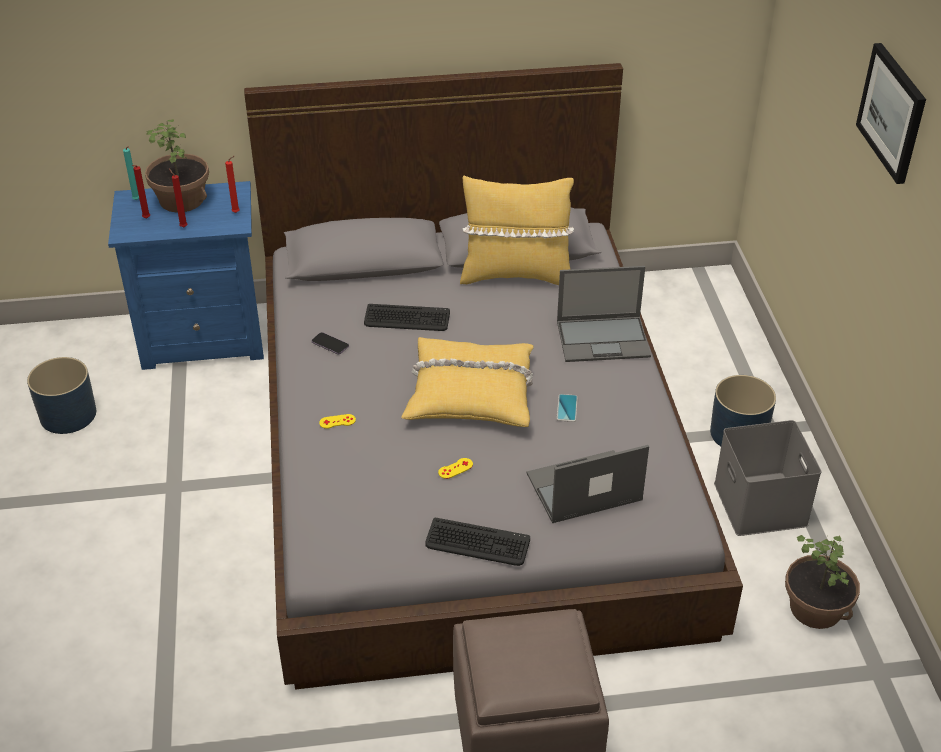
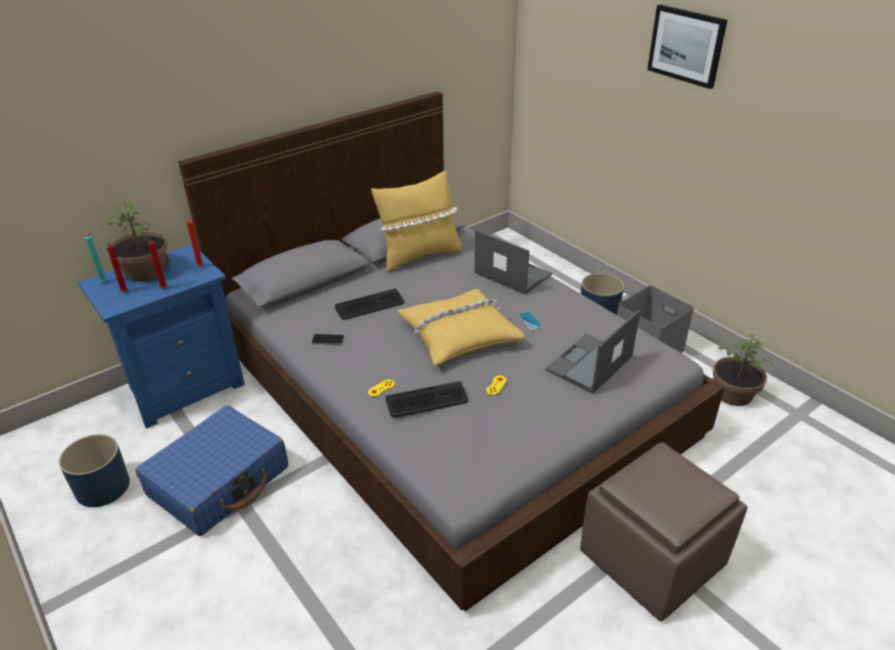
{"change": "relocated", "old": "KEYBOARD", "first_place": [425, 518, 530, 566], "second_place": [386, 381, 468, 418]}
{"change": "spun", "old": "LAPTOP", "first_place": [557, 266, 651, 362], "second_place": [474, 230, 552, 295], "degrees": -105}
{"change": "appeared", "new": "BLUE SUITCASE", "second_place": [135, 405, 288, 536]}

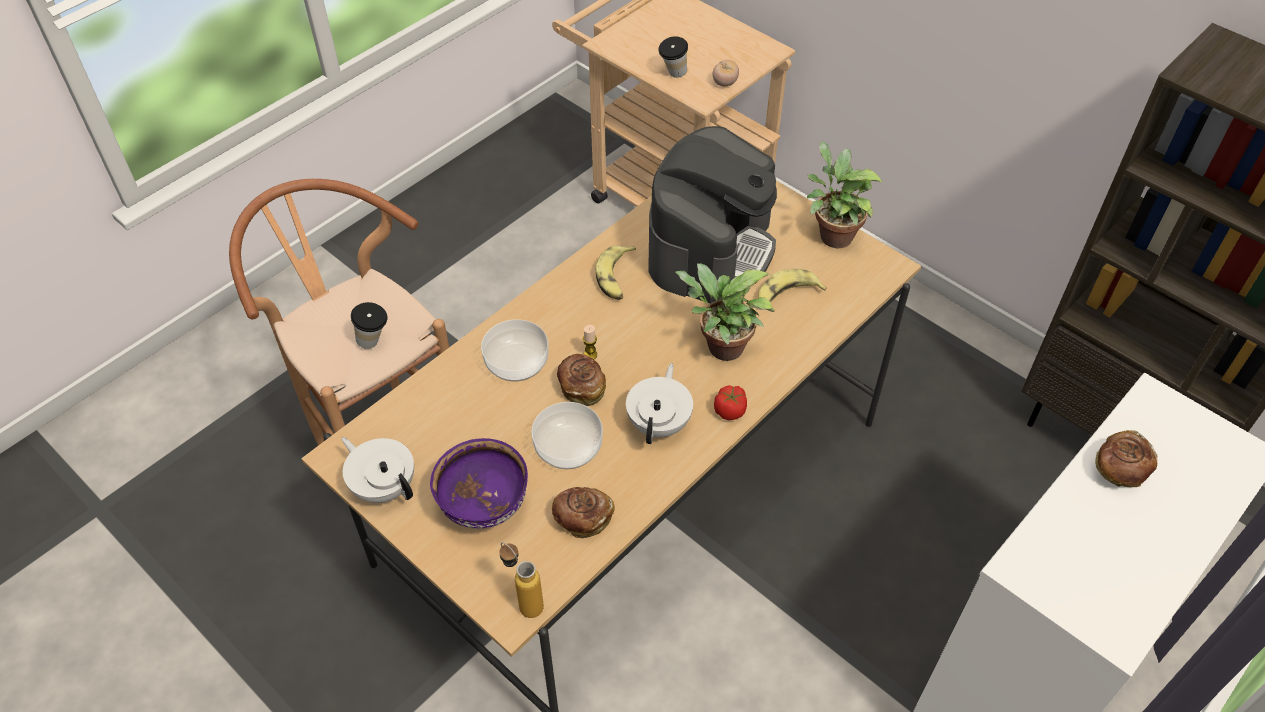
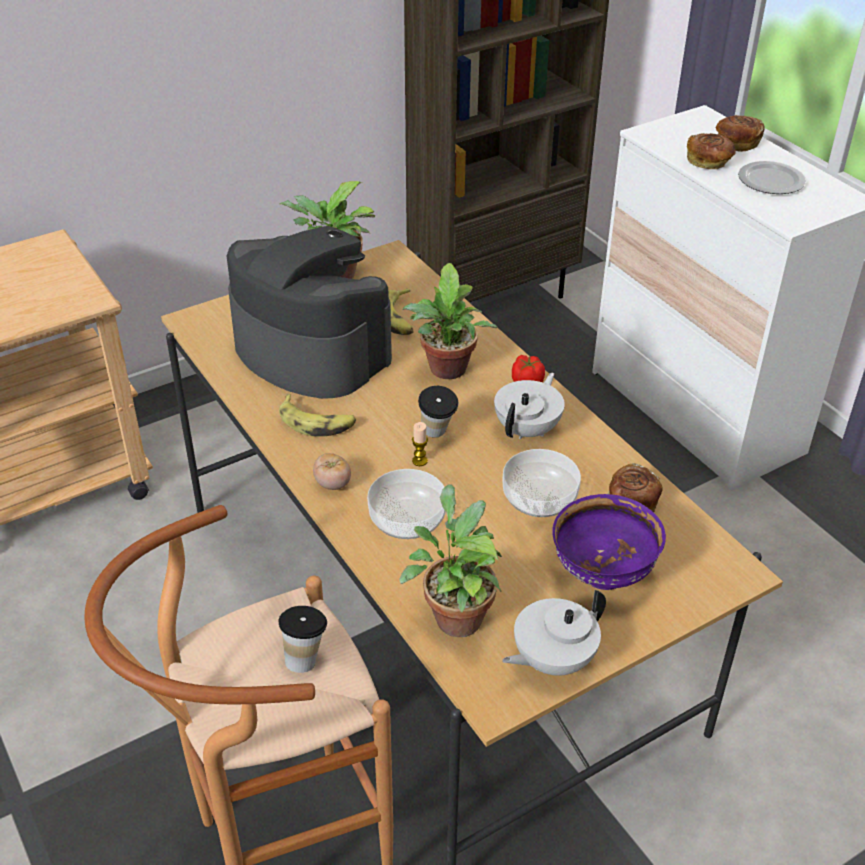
{"change": "missing", "old": "BOTTLE", "first_place": [499, 542, 544, 618]}
{"change": "relocated", "old": "BREAD", "first_place": [557, 354, 606, 406], "second_place": [715, 115, 765, 152]}
{"change": "spun", "old": "WHITE TEAPOT", "first_place": [626, 363, 693, 444], "second_place": [494, 373, 565, 439], "degrees": 90}
{"change": "relocated", "old": "CUP", "first_place": [658, 36, 688, 78], "second_place": [418, 386, 459, 438]}
{"change": "relocated", "old": "TOMATO", "first_place": [712, 60, 739, 86], "second_place": [313, 453, 351, 490]}
{"change": "appeared", "new": "POTTED PLANT", "second_place": [399, 484, 502, 637]}
{"change": "appeared", "new": "PLATE", "second_place": [738, 161, 806, 194]}

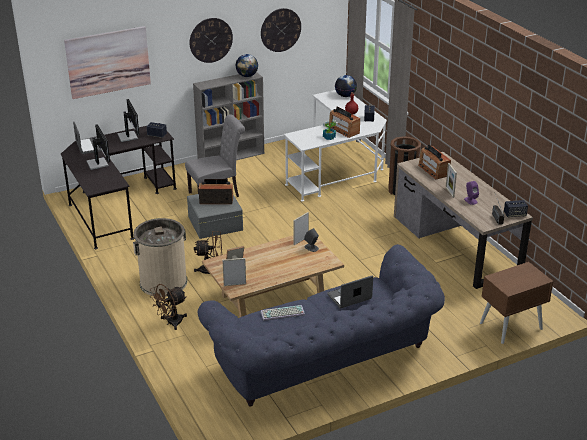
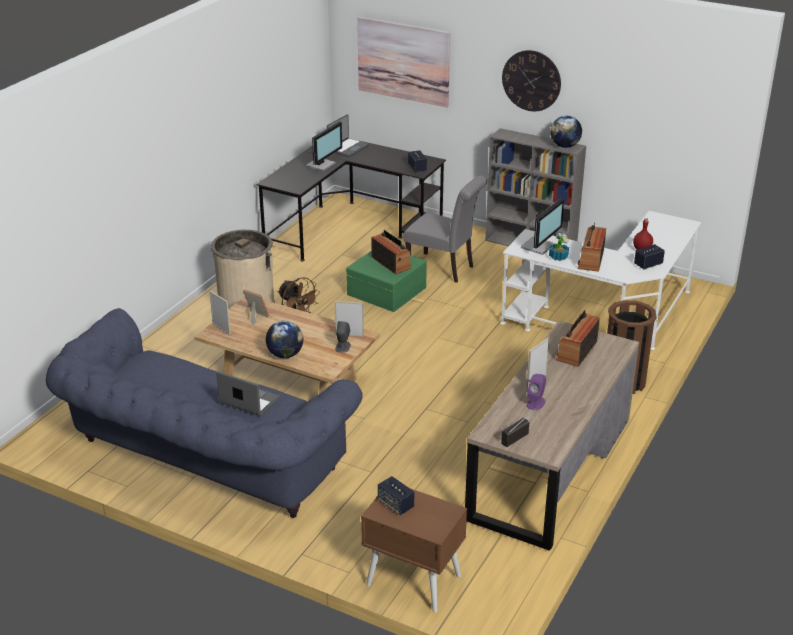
{"change": "relocated", "old": "MONITOR", "first_place": [117, 99, 139, 142], "second_place": [521, 198, 564, 255]}
{"change": "missing", "old": "BROWN FAN", "first_place": [150, 284, 187, 330]}
{"change": "colour", "old": "GREY STORAGE BOX", "new": "GREEN STORAGE BOX", "first_place": [187, 194, 243, 239], "second_place": [346, 251, 427, 312]}
{"change": "missing", "old": "WALL CLOCK", "first_place": [261, 8, 301, 52]}
{"change": "missing", "old": "KEYBOARD", "first_place": [261, 305, 305, 321]}
{"change": "relocated", "old": "GLOBE", "first_place": [335, 75, 357, 97], "second_place": [265, 321, 303, 358]}
{"change": "relocated", "old": "SPEAKER", "first_place": [504, 200, 528, 218], "second_place": [378, 476, 414, 515]}

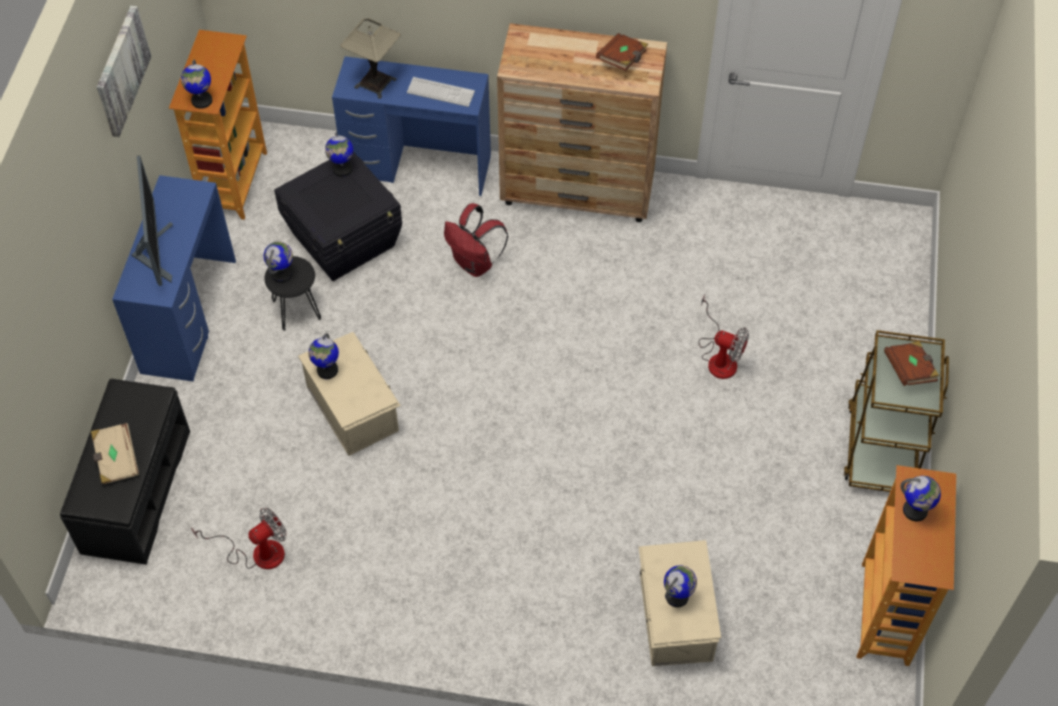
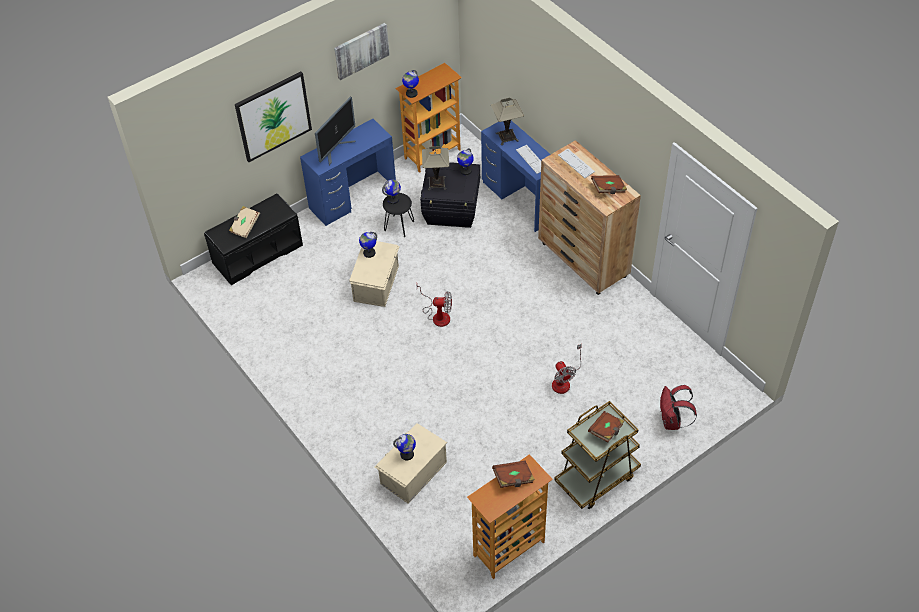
{"change": "relocated", "old": "FAN", "first_place": [191, 508, 287, 569], "second_place": [417, 286, 452, 327]}
{"change": "relocated", "old": "RED BACKPACK", "first_place": [444, 203, 508, 277], "second_place": [660, 385, 697, 430]}
{"change": "exchanged", "old": "GLOBE", "new": "BROWN BOOK", "first_place": [901, 476, 941, 521], "second_place": [492, 461, 535, 488]}
{"change": "appeared", "new": "PICTURE", "second_place": [235, 72, 312, 162]}
{"change": "appeared", "new": "TABLE LAMP", "second_place": [422, 146, 449, 191]}
{"change": "appeared", "new": "KEYBOARD", "second_place": [558, 149, 595, 178]}

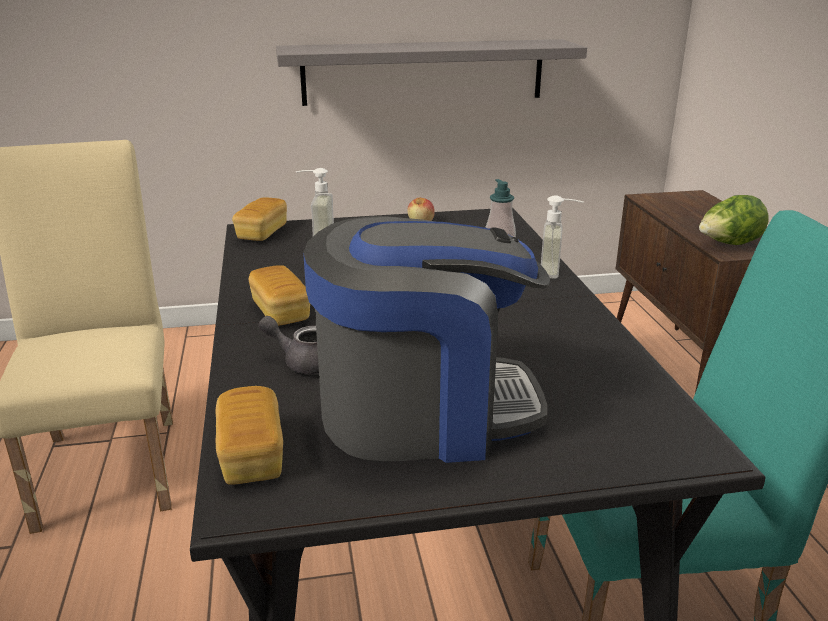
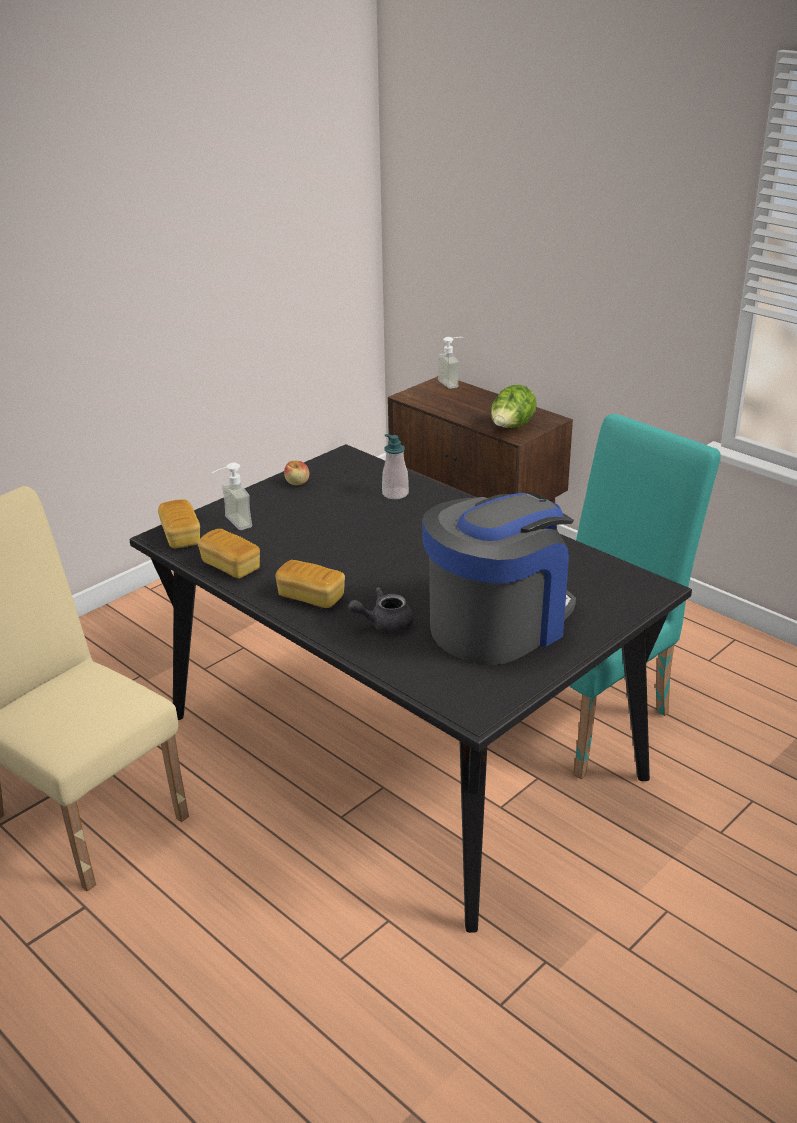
{"change": "relocated", "old": "BREAD", "first_place": [215, 386, 283, 485], "second_place": [198, 529, 260, 579]}
{"change": "missing", "old": "GREY SHELF", "first_place": [276, 39, 587, 106]}
{"change": "relocated", "old": "SOAP DISPENSER", "first_place": [541, 195, 584, 279], "second_place": [438, 337, 464, 389]}

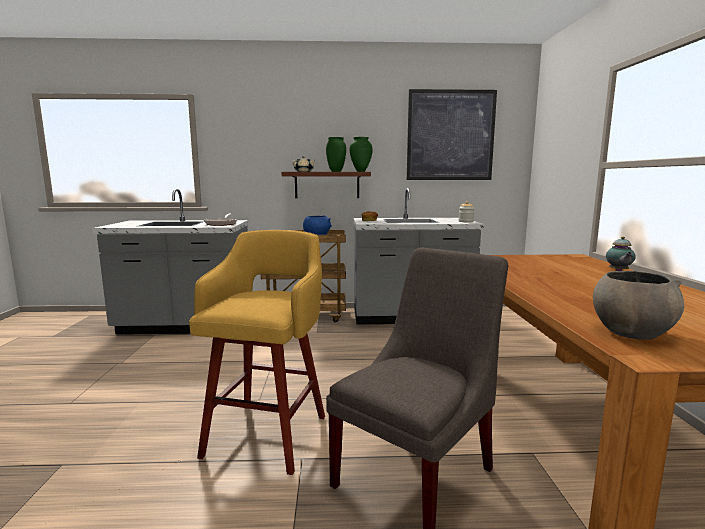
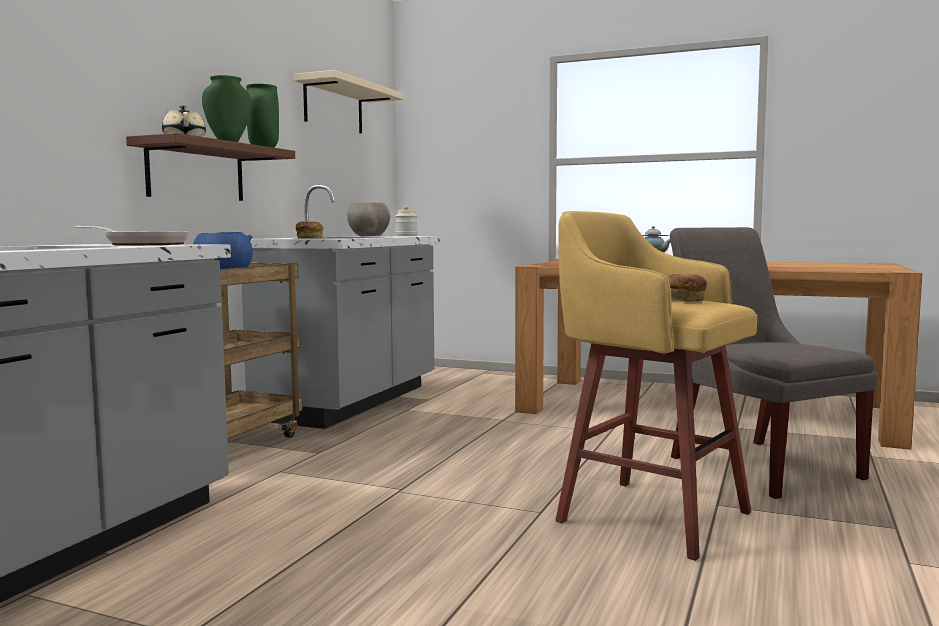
{"change": "exchanged", "old": "PICTURE", "new": "BEIGE SHELF", "first_place": [407, 89, 497, 180], "second_place": [293, 70, 404, 133]}
{"change": "relocated", "old": "GREY BOWL", "first_place": [593, 270, 684, 340], "second_place": [347, 202, 390, 236]}
{"change": "appeared", "new": "BREAD", "second_place": [667, 274, 707, 301]}

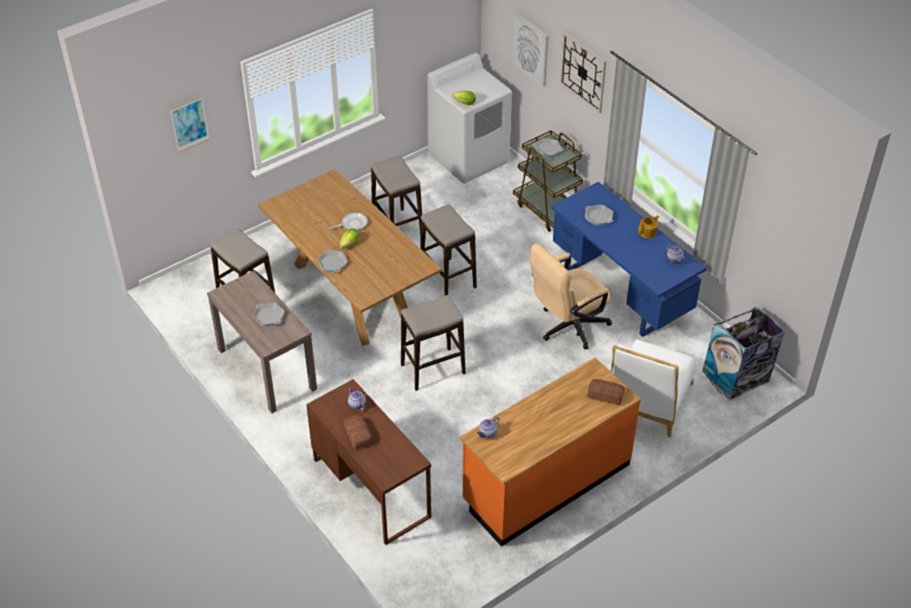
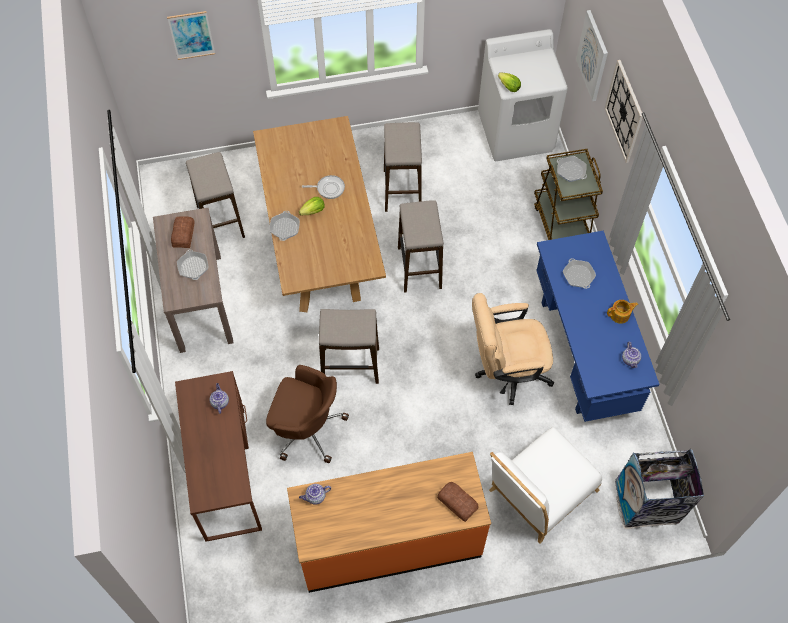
{"change": "relocated", "old": "BREAD", "first_place": [344, 415, 373, 449], "second_place": [171, 216, 194, 248]}
{"change": "appeared", "new": "BROWN OFFICE CHAIR", "second_place": [266, 365, 349, 463]}

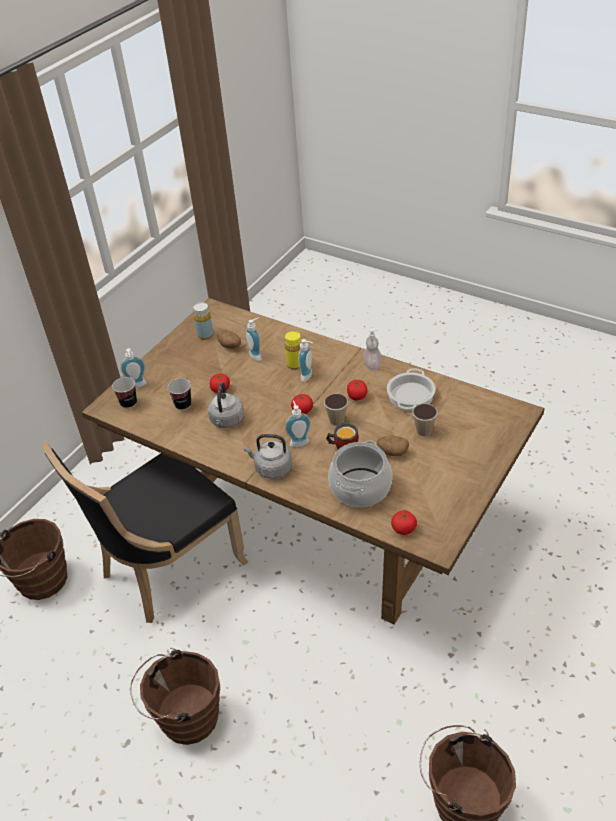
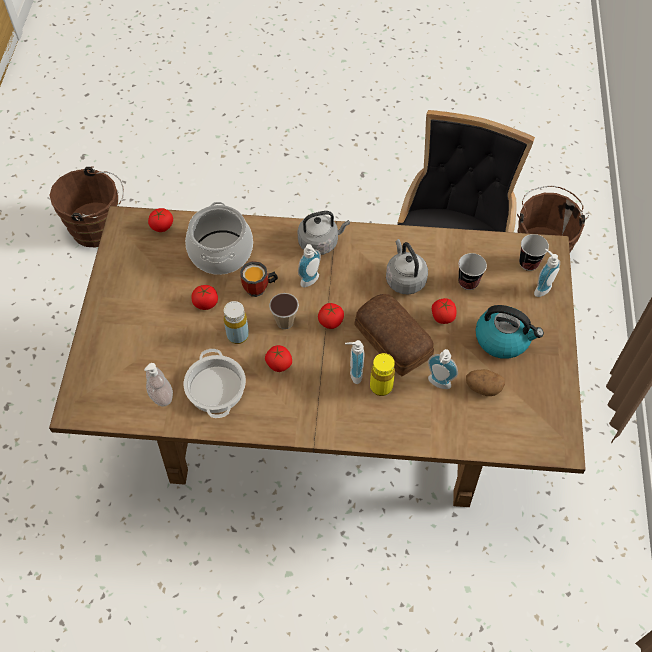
{"change": "missing", "old": "BROWN BUCKET", "first_place": [130, 648, 220, 745]}
{"change": "relocated", "old": "YELLOW BOTTLE", "first_place": [193, 302, 214, 340], "second_place": [224, 301, 249, 344]}
{"change": "relocated", "old": "SOAP DISPENSER", "first_place": [363, 328, 382, 370], "second_place": [144, 363, 173, 407]}
{"change": "exchanged", "old": "POTATO", "new": "TOMATO", "first_place": [377, 435, 409, 456], "second_place": [192, 285, 218, 310]}
{"change": "missing", "old": "CUP", "first_place": [412, 404, 438, 436]}
{"change": "appeared", "new": "BREAD", "second_place": [354, 294, 434, 376]}
{"change": "appeared", "new": "KETTLE", "second_place": [476, 305, 544, 359]}

